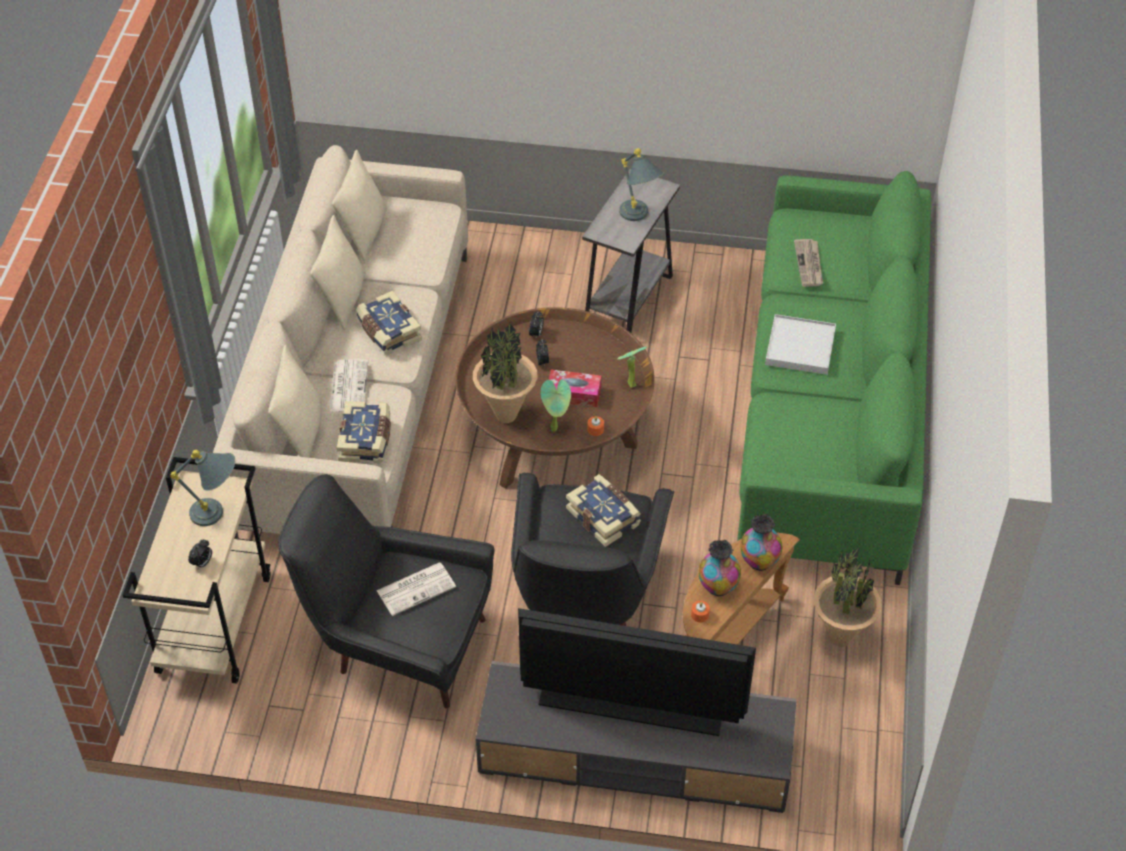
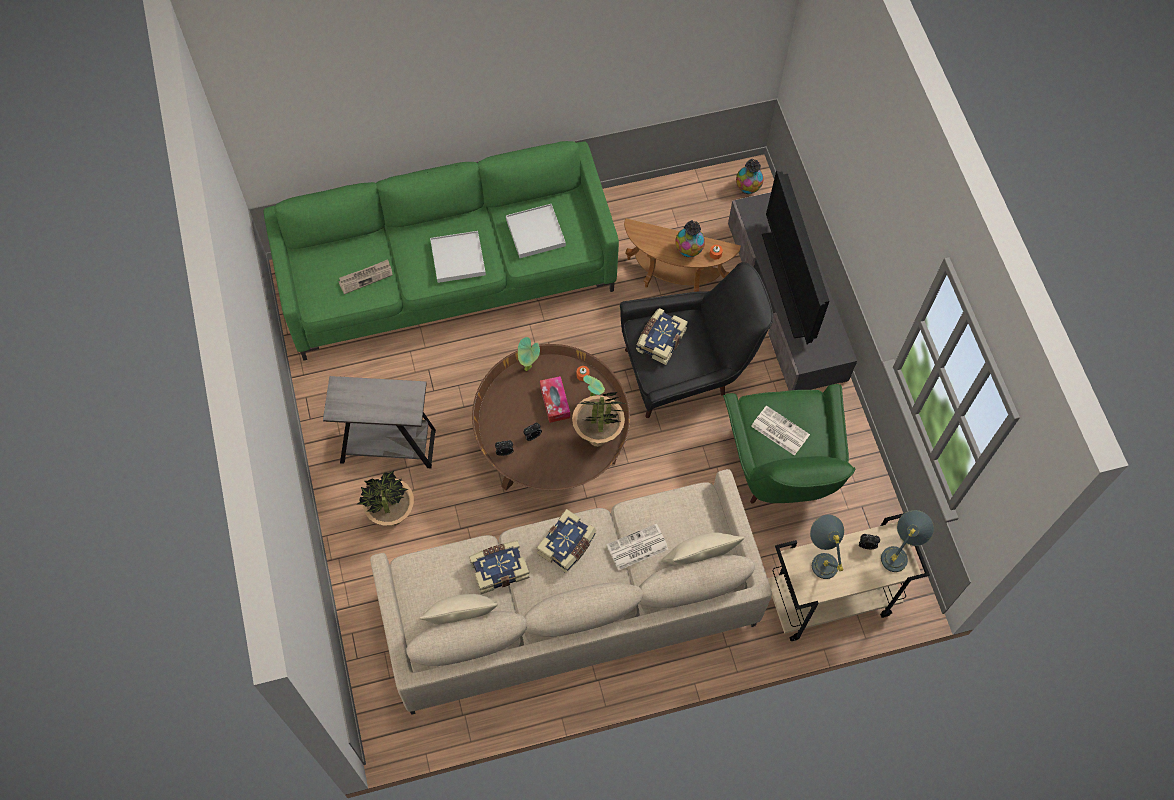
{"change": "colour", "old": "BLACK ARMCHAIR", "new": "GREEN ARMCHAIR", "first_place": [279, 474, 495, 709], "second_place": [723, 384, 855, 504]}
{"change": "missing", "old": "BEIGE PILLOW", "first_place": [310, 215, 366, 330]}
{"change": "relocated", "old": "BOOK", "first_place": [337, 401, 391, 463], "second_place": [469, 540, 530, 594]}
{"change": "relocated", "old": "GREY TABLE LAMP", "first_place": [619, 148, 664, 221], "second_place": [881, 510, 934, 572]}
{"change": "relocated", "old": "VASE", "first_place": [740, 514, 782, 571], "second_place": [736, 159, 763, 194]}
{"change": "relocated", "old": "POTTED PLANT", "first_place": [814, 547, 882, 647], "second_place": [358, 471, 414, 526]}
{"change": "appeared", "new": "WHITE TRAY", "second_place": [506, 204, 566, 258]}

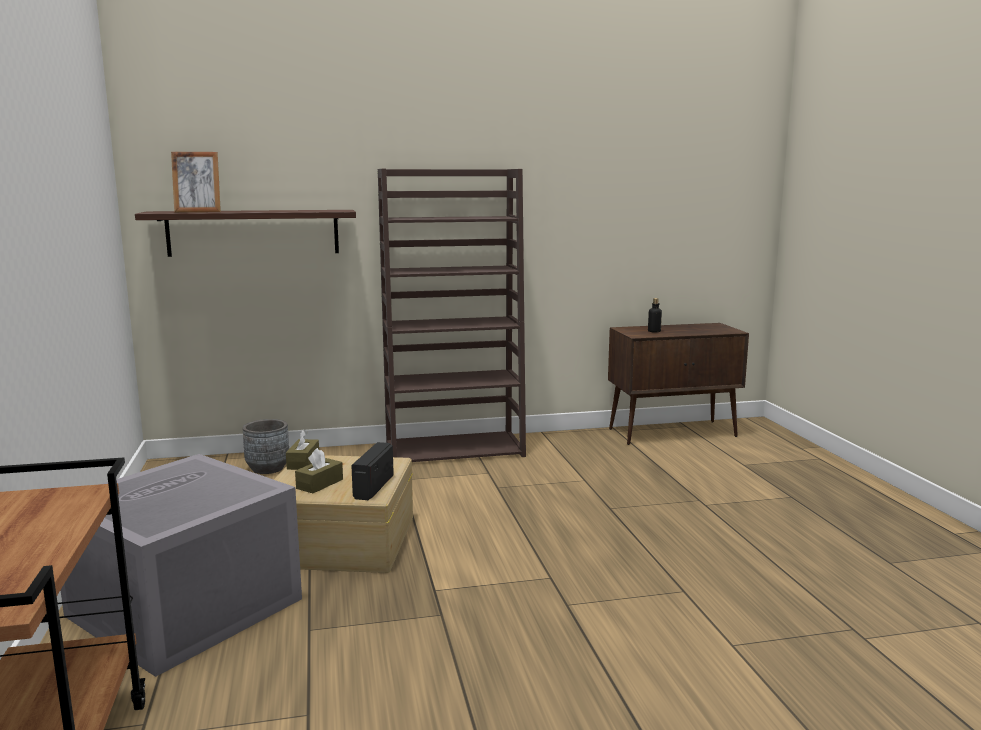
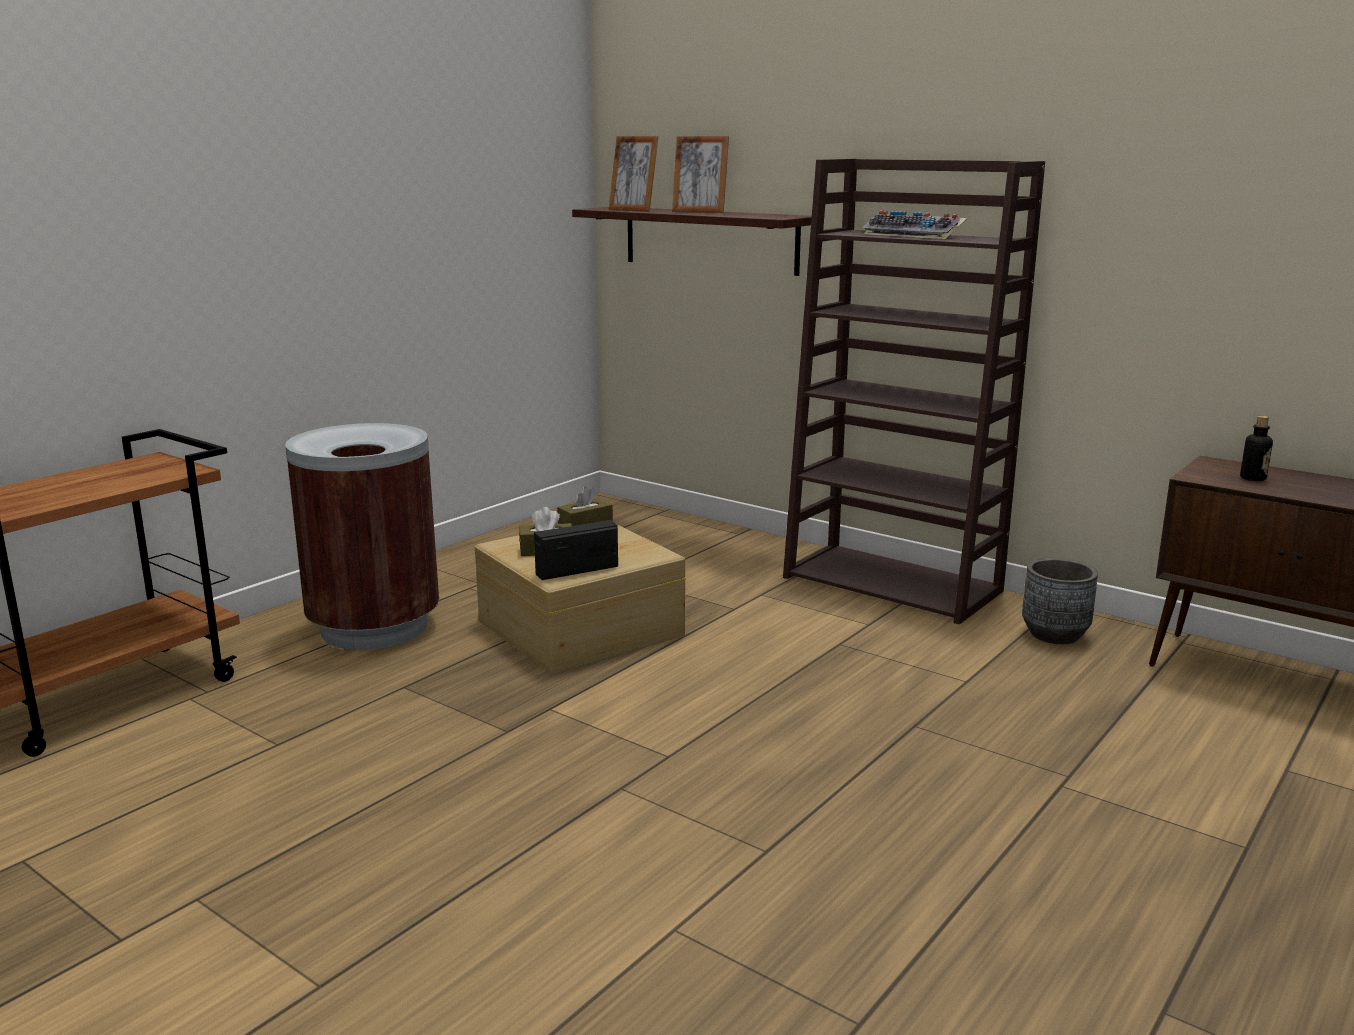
{"change": "exchanged", "old": "GREY STORAGE BOX", "new": "BROWN TRASH CAN", "first_place": [60, 454, 302, 677], "second_place": [285, 423, 439, 650]}
{"change": "relocated", "old": "GREY PLANTER", "first_place": [242, 419, 289, 474], "second_place": [1022, 558, 1098, 644]}
{"change": "appeared", "new": "PICTURE FRAME", "second_place": [672, 136, 729, 213]}
{"change": "appeared", "new": "KEYBOARD", "second_place": [862, 210, 967, 239]}

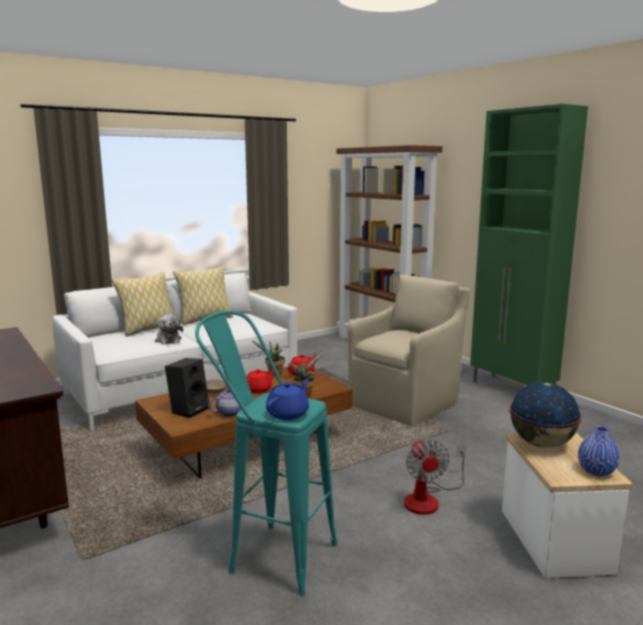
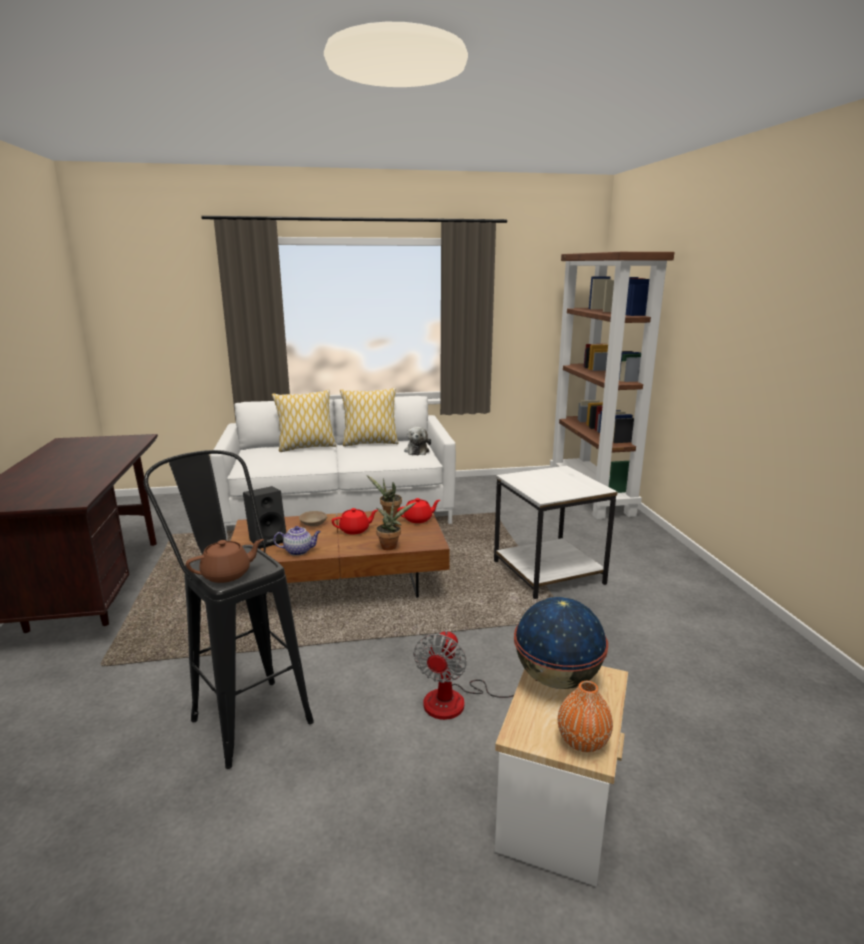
{"change": "relocated", "old": "PLUSH TOY", "first_place": [155, 314, 183, 344], "second_place": [404, 427, 431, 455]}
{"change": "colour", "old": "TURQUOISE STOOL", "new": "BLACK STOOL", "first_place": [195, 311, 337, 595], "second_place": [144, 450, 314, 769]}
{"change": "colour", "old": "BLUE TEAPOT", "new": "BROWN TEAPOT", "first_place": [266, 379, 309, 420], "second_place": [186, 539, 264, 583]}
{"change": "exchanged", "old": "BEIGE ARMCHAIR", "new": "WHITE SIDE TABLE", "first_place": [348, 275, 470, 426], "second_place": [494, 466, 617, 599]}
{"change": "missing", "old": "GREEN CABINET", "first_place": [470, 104, 588, 385]}
{"change": "colour", "old": "BLUE VASE", "new": "ORANGE VASE", "first_place": [578, 426, 620, 477], "second_place": [558, 681, 613, 752]}

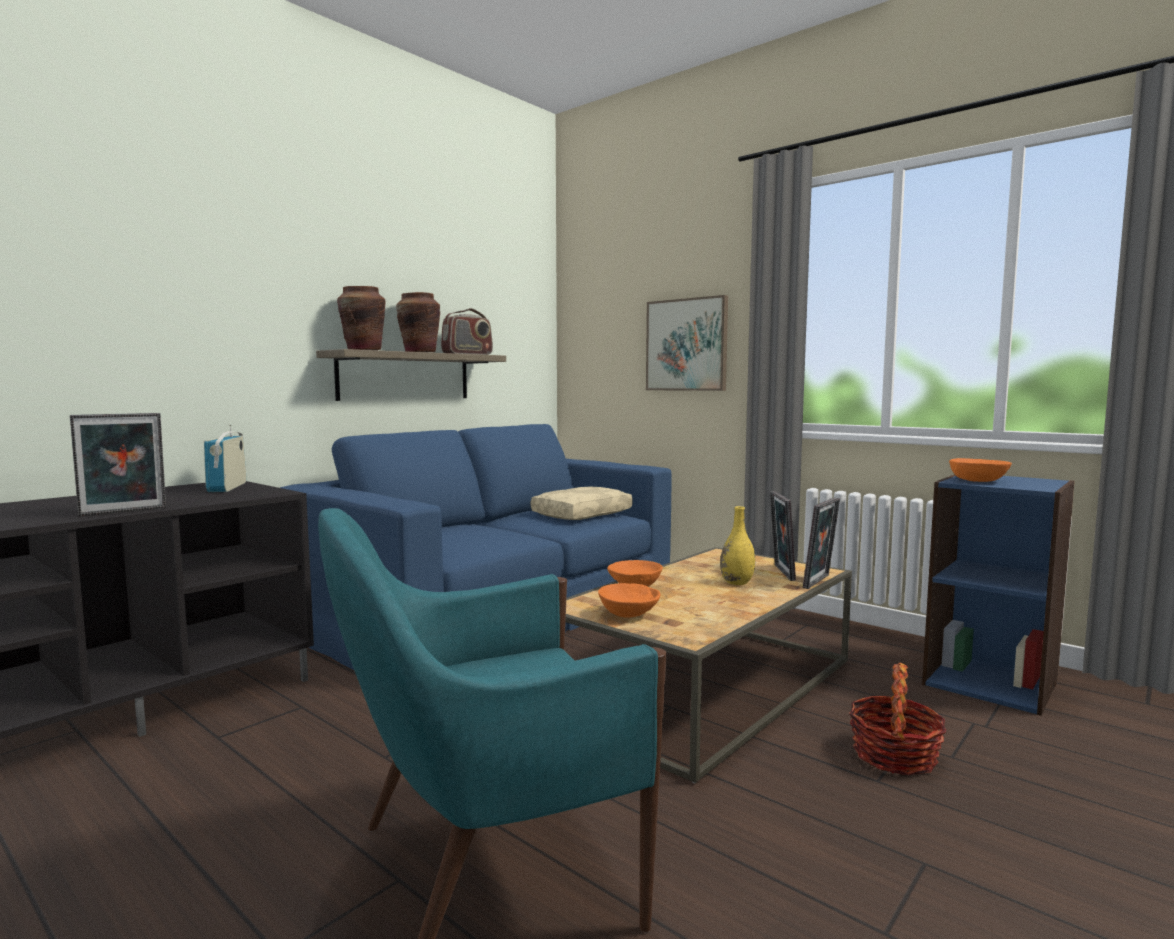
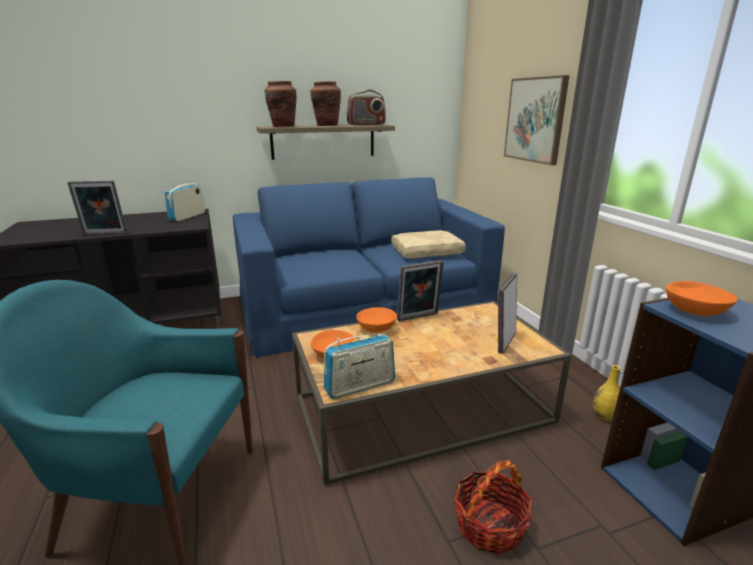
{"change": "relocated", "old": "YELLOW VASE", "first_place": [720, 506, 755, 585], "second_place": [593, 365, 621, 421]}
{"change": "relocated", "old": "PICTURE FRAME", "first_place": [803, 497, 840, 589], "second_place": [397, 260, 444, 321]}
{"change": "appeared", "new": "RADIO", "second_place": [323, 334, 395, 399]}

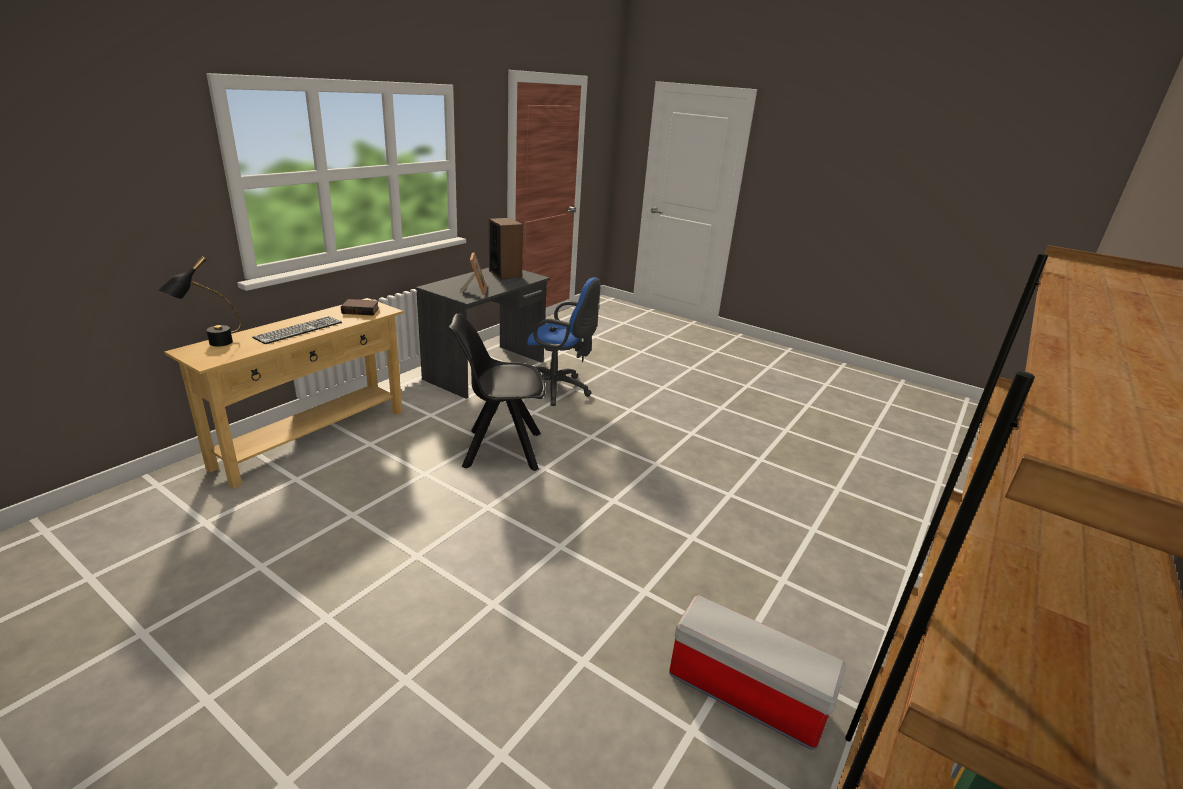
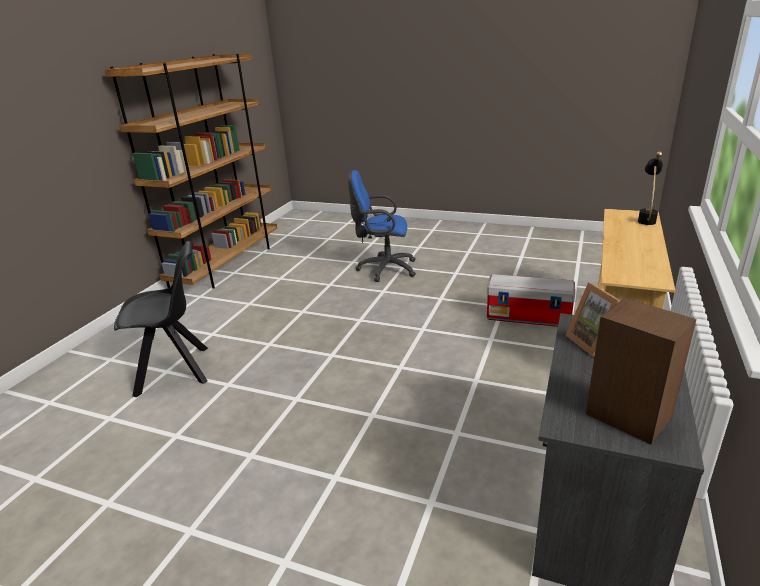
{"change": "missing", "old": "KEYBOARD", "first_place": [252, 316, 342, 344]}
{"change": "missing", "old": "BOOK", "first_place": [341, 299, 379, 315]}
{"change": "relocated", "old": "BLACK CHAIR", "first_place": [449, 313, 546, 471], "second_place": [114, 241, 208, 397]}
{"change": "relocated", "old": "BLUE OFFICE CHAIR", "first_place": [527, 277, 600, 406], "second_place": [348, 170, 416, 282]}
{"change": "relocated", "old": "STORAGE BOX", "first_place": [669, 595, 846, 750], "second_place": [487, 274, 575, 327]}

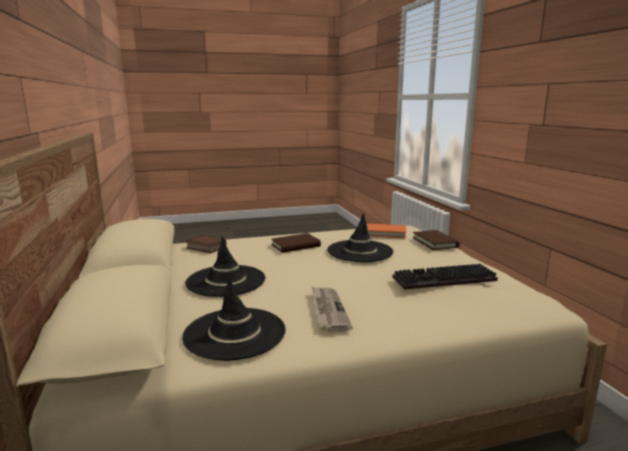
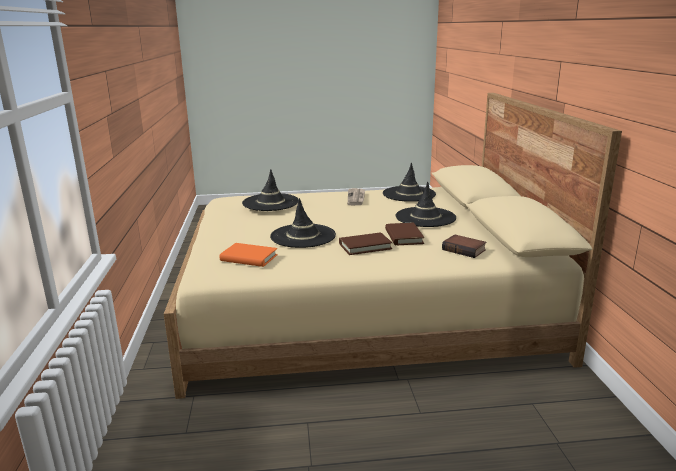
{"change": "exchanged", "old": "KEYBOARD", "new": "BLACK HAT", "first_place": [392, 264, 498, 290], "second_place": [242, 169, 299, 211]}
{"change": "relocated", "old": "BROWN BOOK", "first_place": [413, 230, 460, 250], "second_place": [385, 222, 425, 245]}

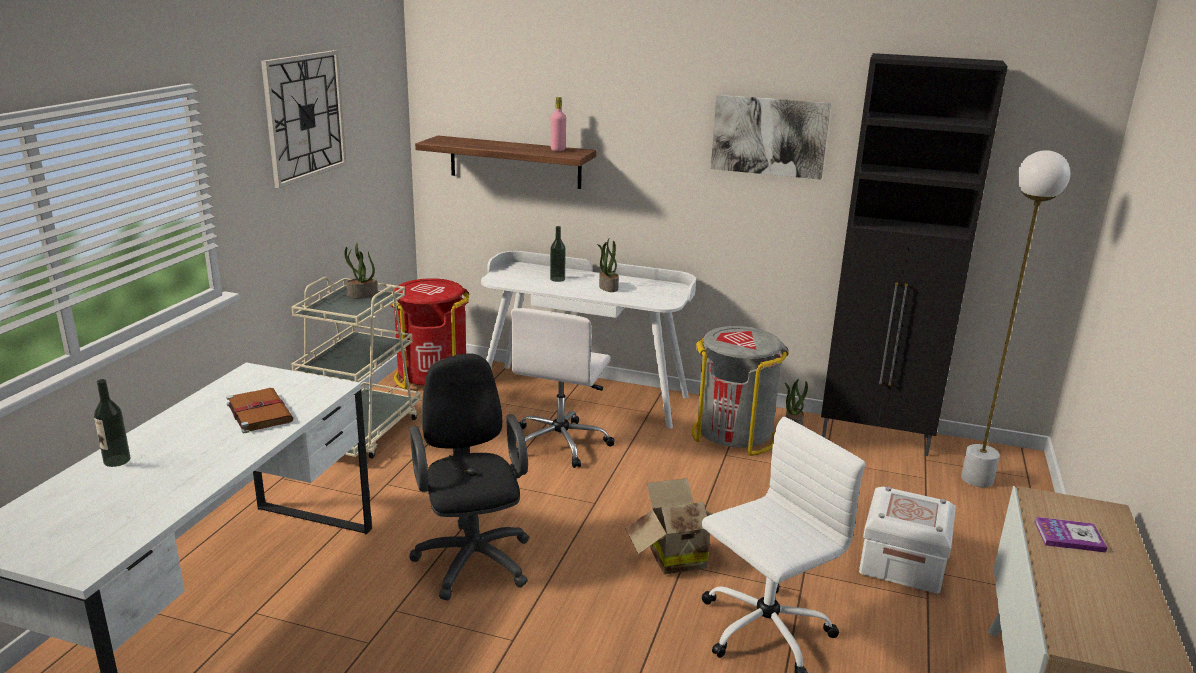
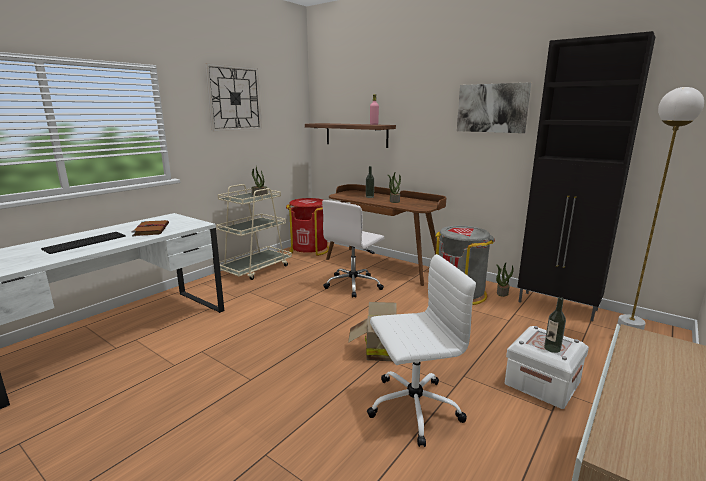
{"change": "relocated", "old": "BOTTLE", "first_place": [94, 379, 130, 467], "second_place": [544, 297, 566, 353]}
{"change": "missing", "old": "BLACK OFFICE CHAIR", "first_place": [409, 353, 530, 600]}
{"change": "colour", "old": "WHITE DESK", "new": "BROWN DESK", "first_place": [481, 251, 696, 429], "second_place": [326, 184, 446, 286]}
{"change": "missing", "old": "BOOK", "first_place": [1034, 517, 1107, 553]}
{"change": "appeared", "new": "KEYBOARD", "second_place": [41, 232, 126, 254]}

